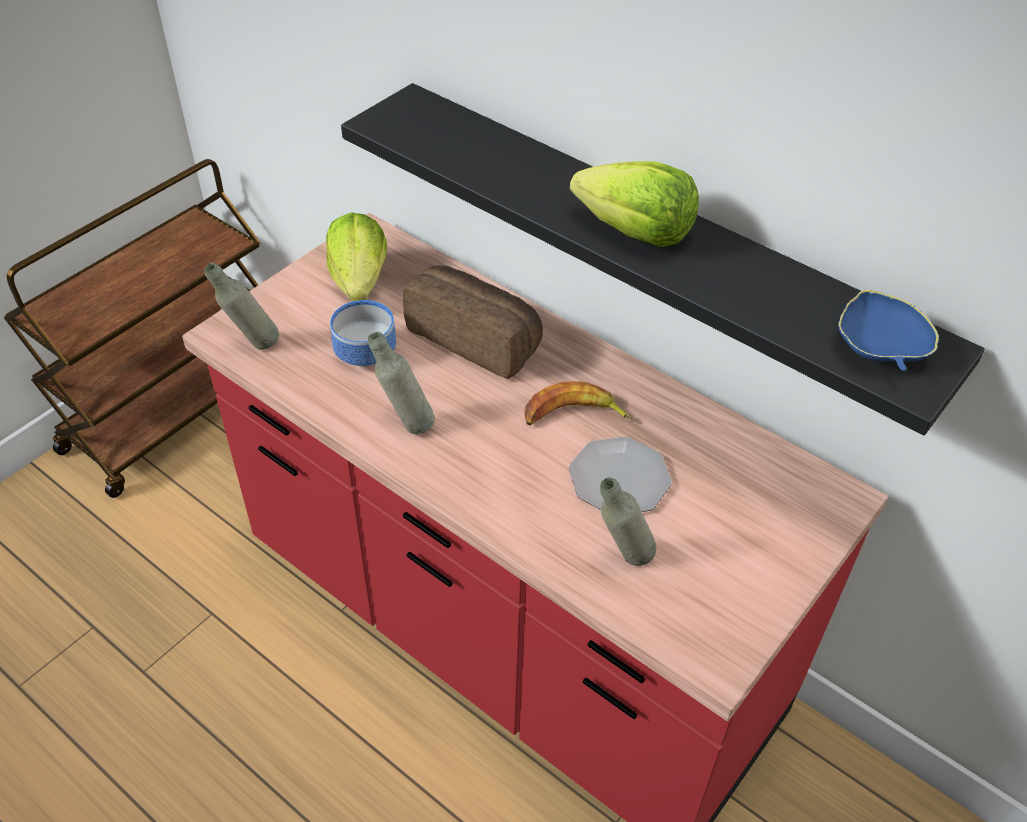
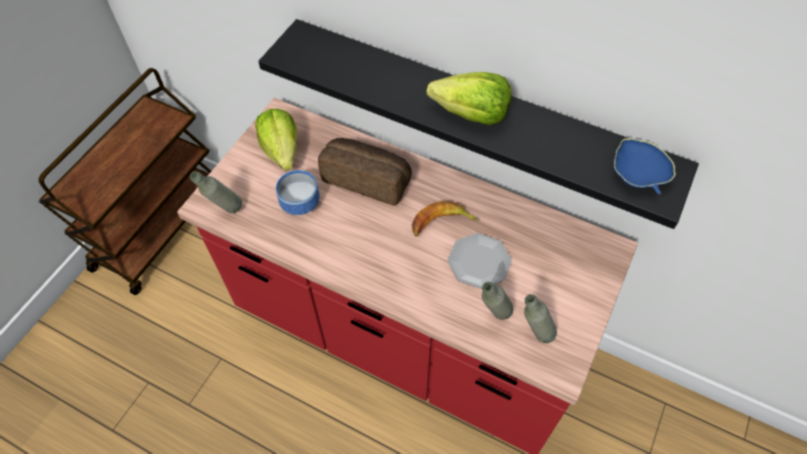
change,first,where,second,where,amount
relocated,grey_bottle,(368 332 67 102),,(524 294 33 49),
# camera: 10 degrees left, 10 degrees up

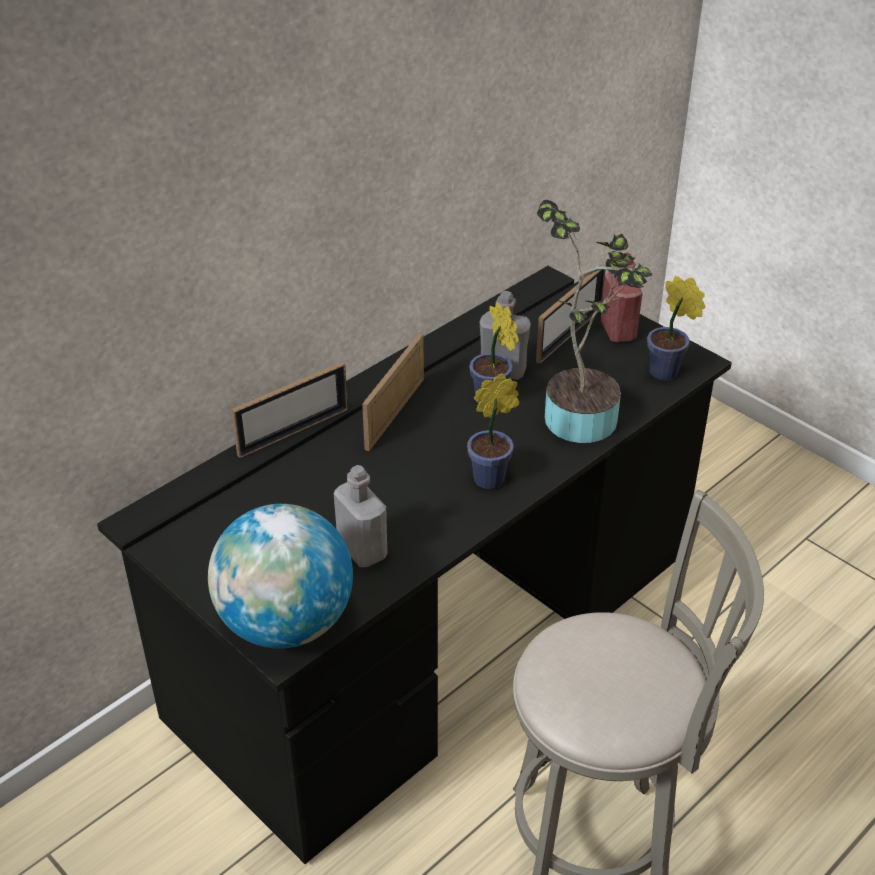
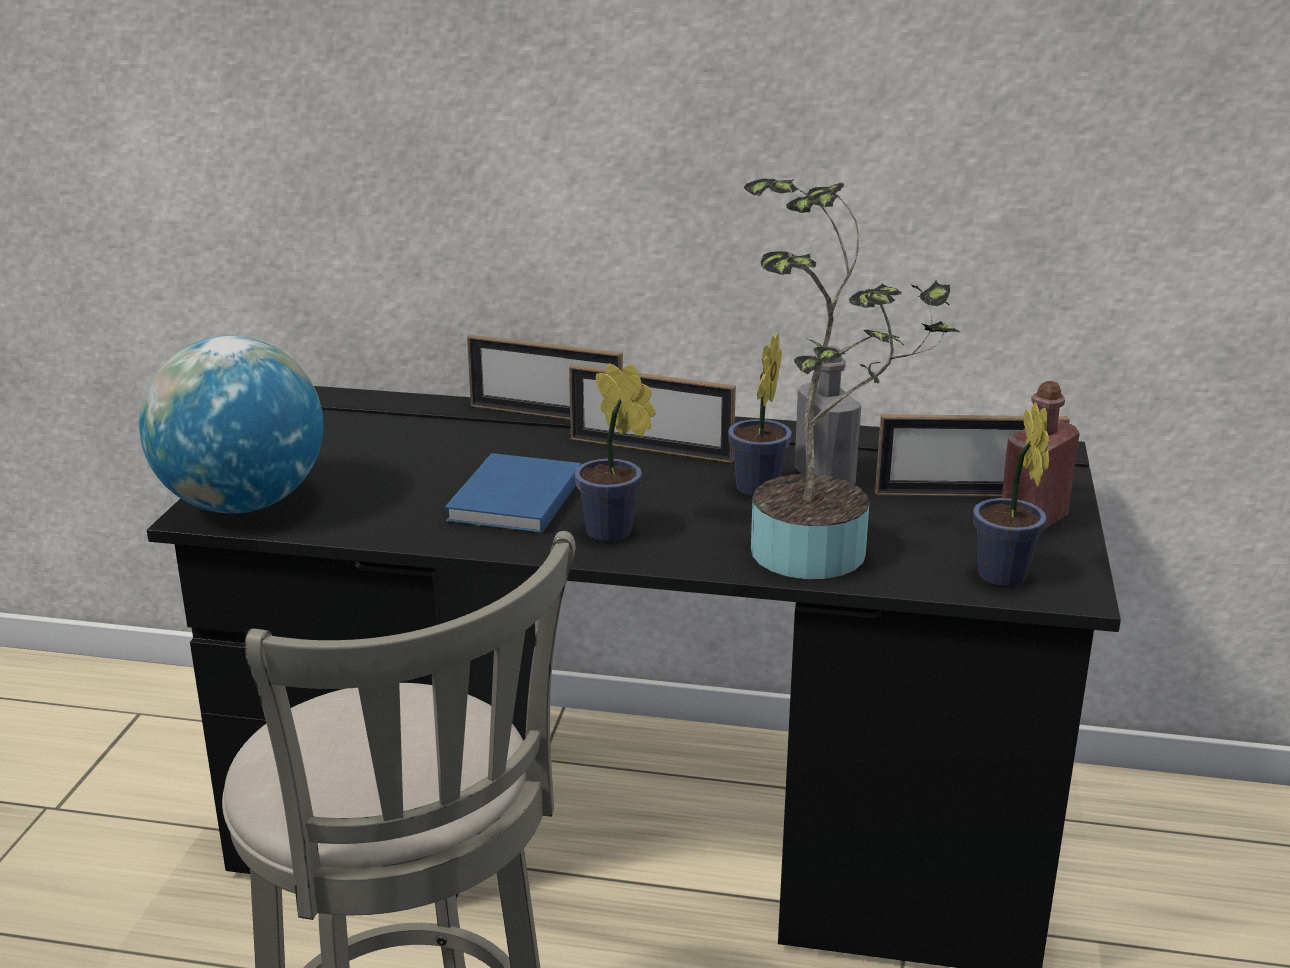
change,first,where,second,where,amount
missing,grey_bottle,(334 465 54 102),,,
appeared,,,blue_book,(445 453 136 81),
spun,picture_frame,(362 333 62 118),,(569 364 167 99),150 degrees counterclockwise
# camera: 55 degrees right, 15 degrees down

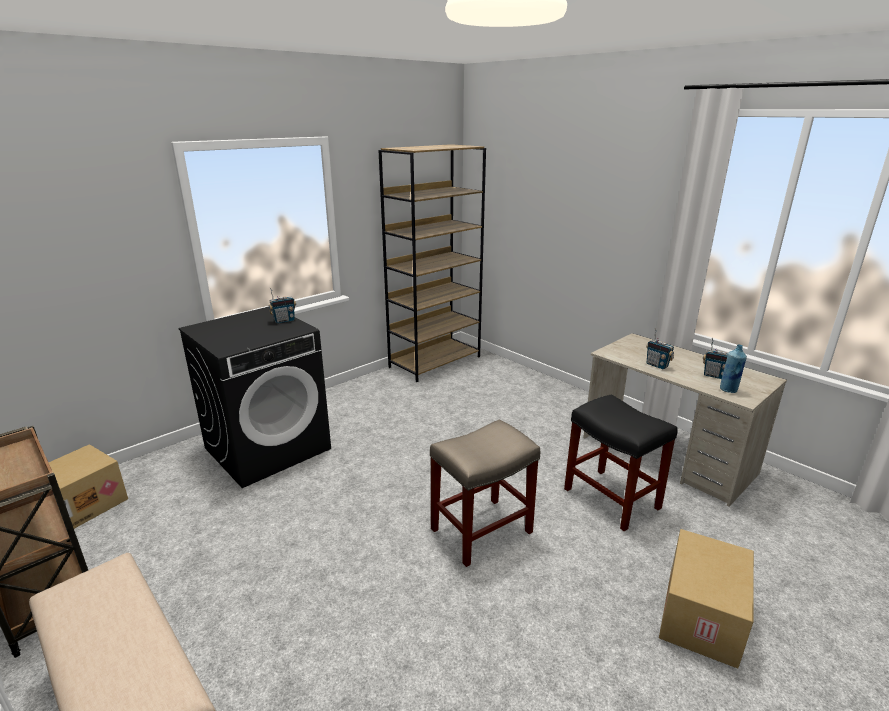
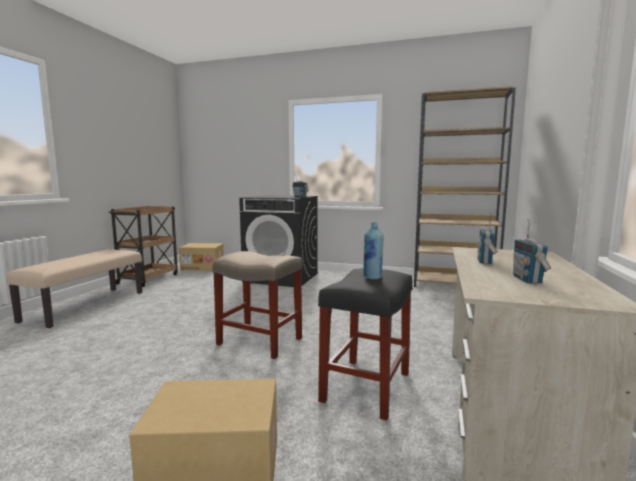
change,first,where,second,where,amount
relocated,blue_bottle,(720 344 27 49),,(363 222 21 58),
# camera: 60 degrees right, 15 degrees down

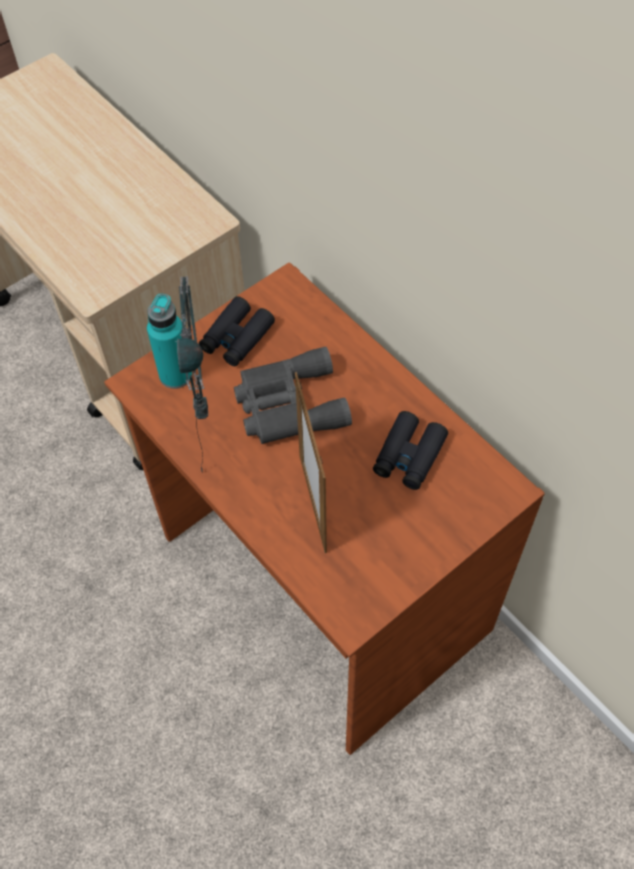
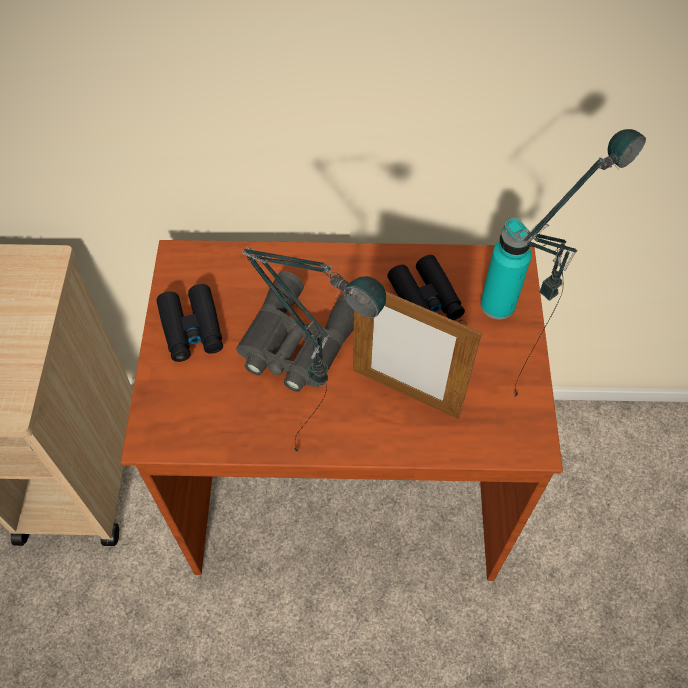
change,first,where,second,where,amount
appeared,,,table_lamp,(514 129 132 269),
relocated,turquoise_bottle,(147 294 45 95),,(480 218 52 102),
# camera: 50 degrees left, 0 degrees up

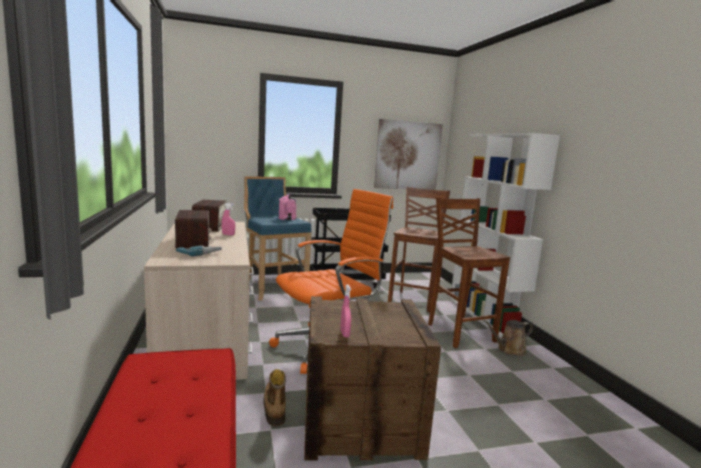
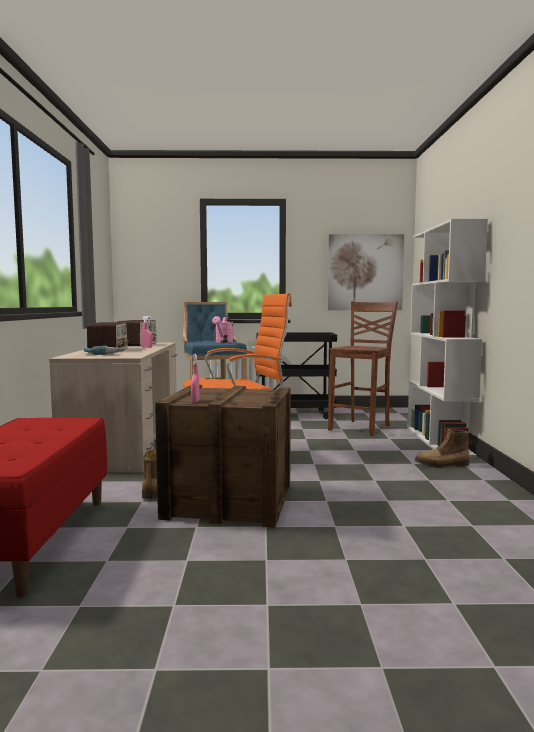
change,first,where,second,where,amount
missing,brown_stool,(428 198 82 150),,,
exchanged,brown_watering_can,(483 320 50 36),boot,(415 429 54 39),
# camera: 15 degrees right, 5 degrees down

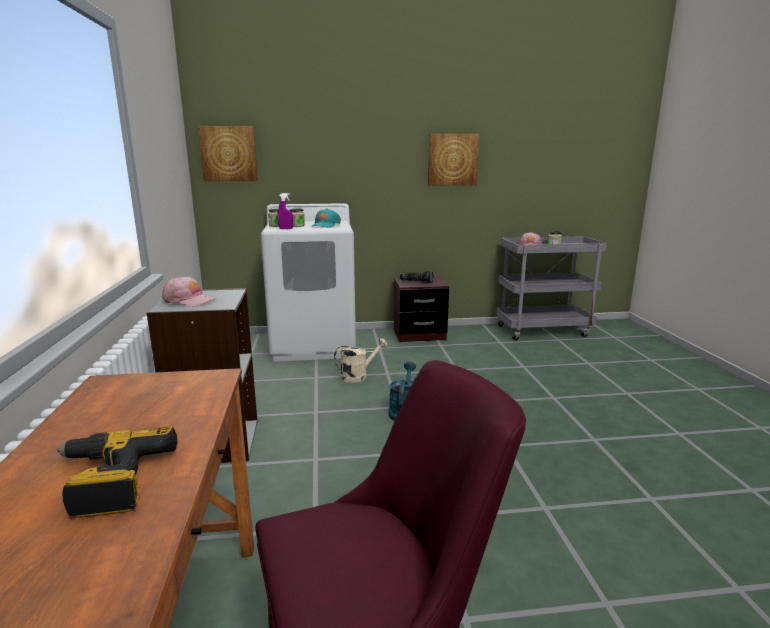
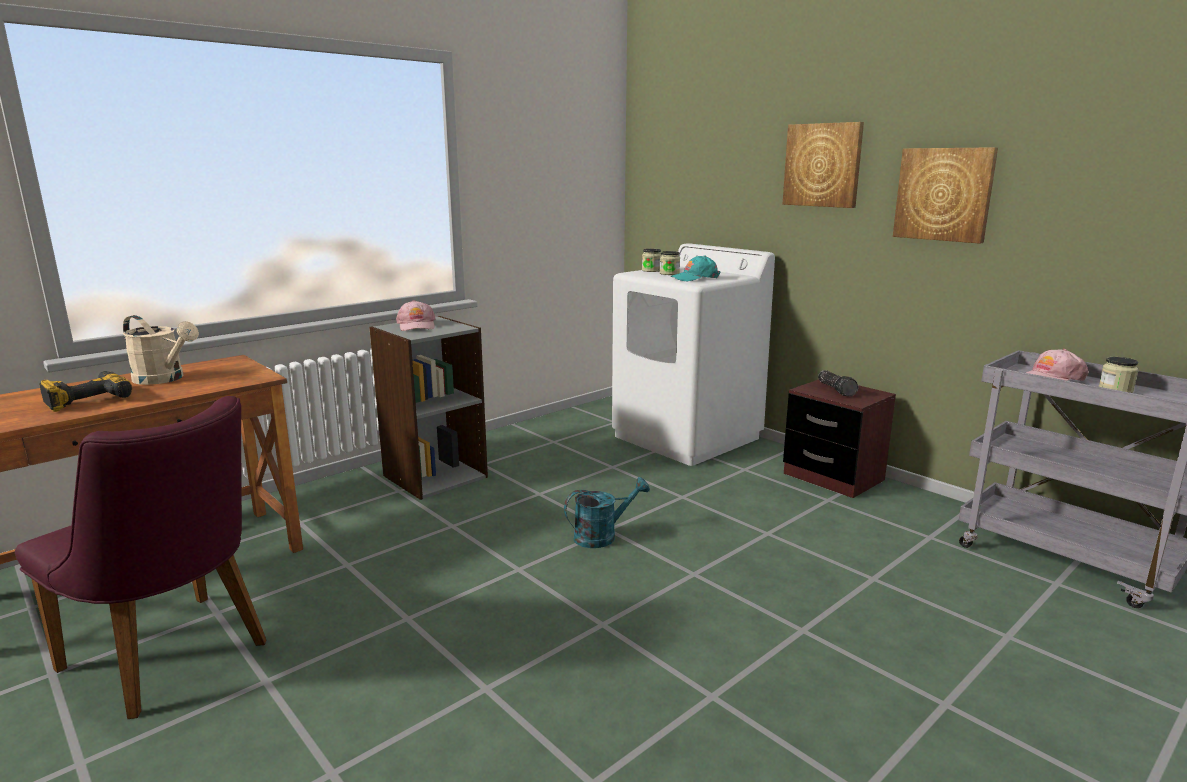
change,first,where,second,where,amount
missing,purple_spray_bottle,(278 193 16 36),,,
relocated,picture,(198 126 60 55),,(783 122 81 86),
relocated,beige_watering_can,(334 338 54 45),,(123 315 76 70),
# camera: 55 degrees right, 0 degrees up

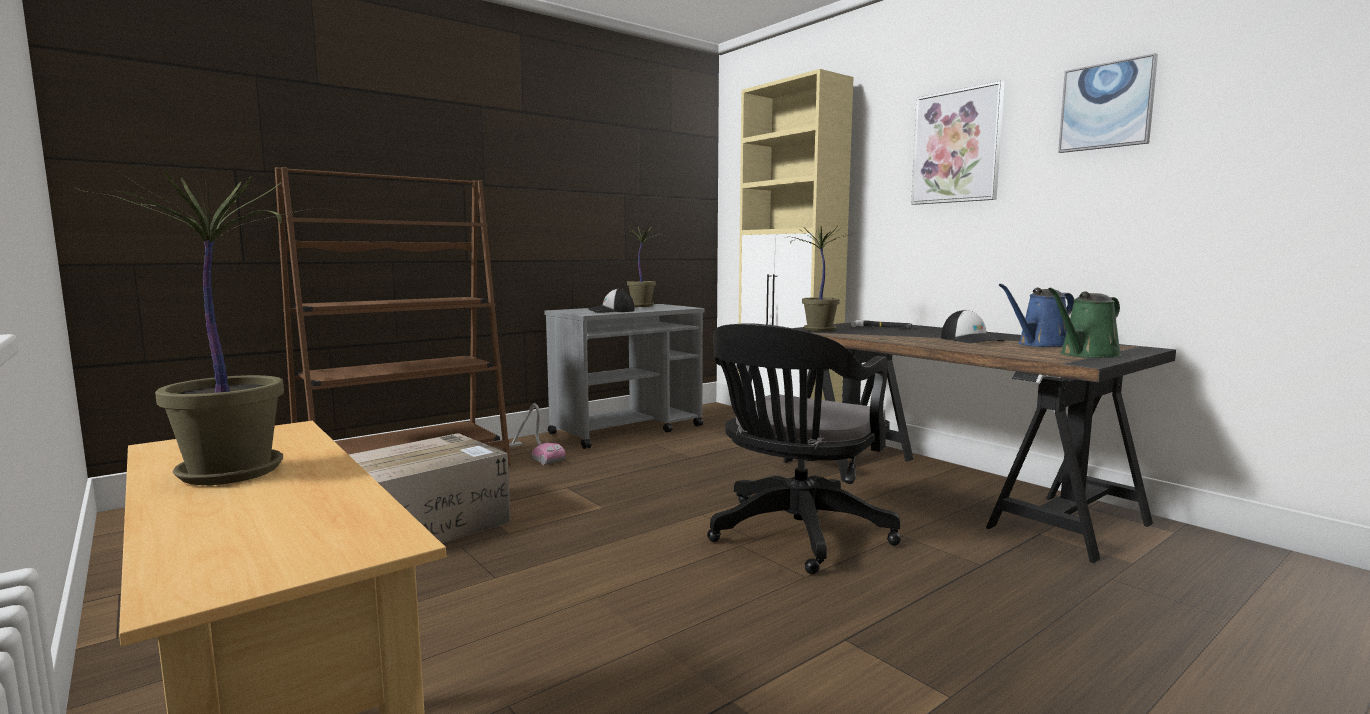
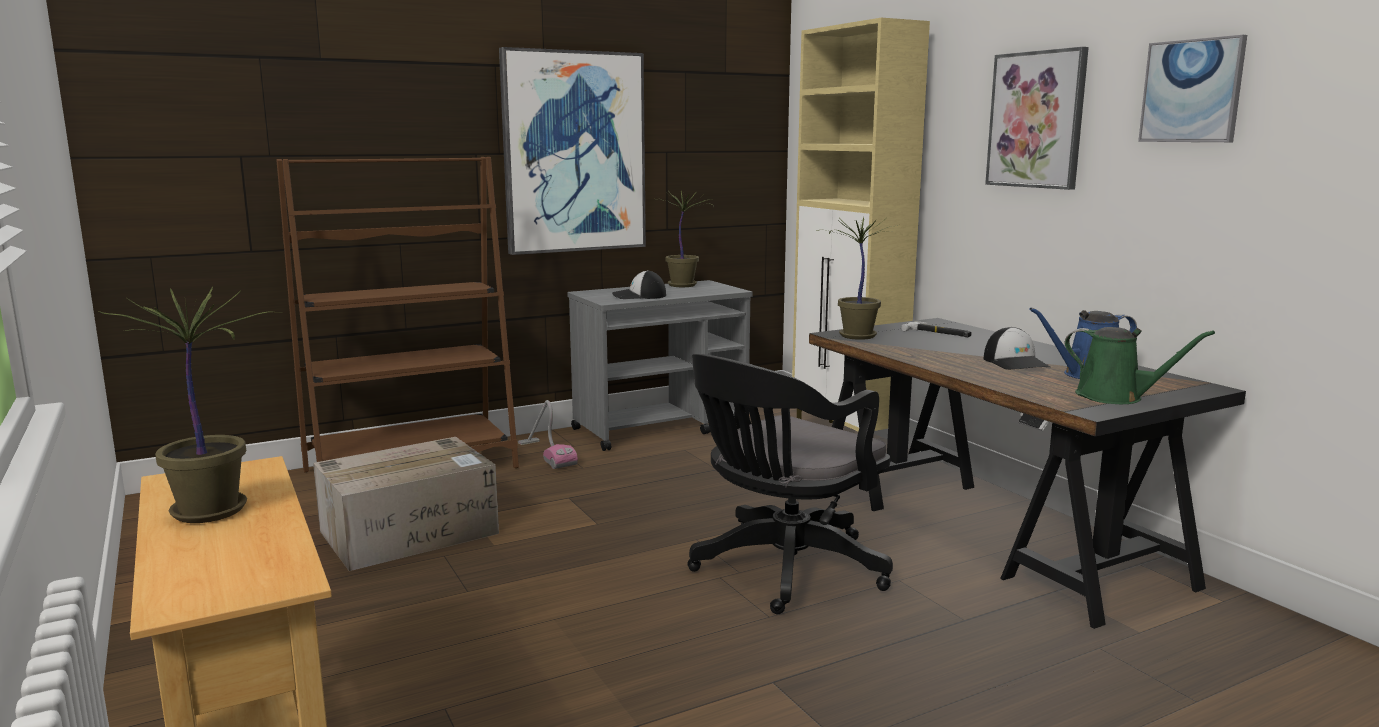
change,first,where,second,where,amount
appeared,,,picture,(499 47 147 208),
spun,green_watering_can,(1048 288 74 70),,(1065 327 150 77),120 degrees counterclockwise
# camera: 10 degrees right, 5 degrees up

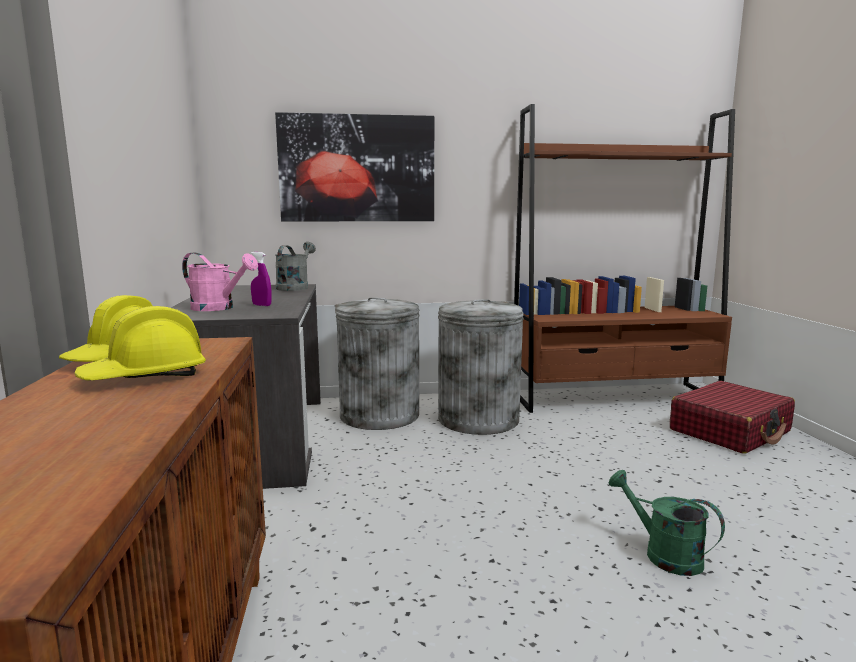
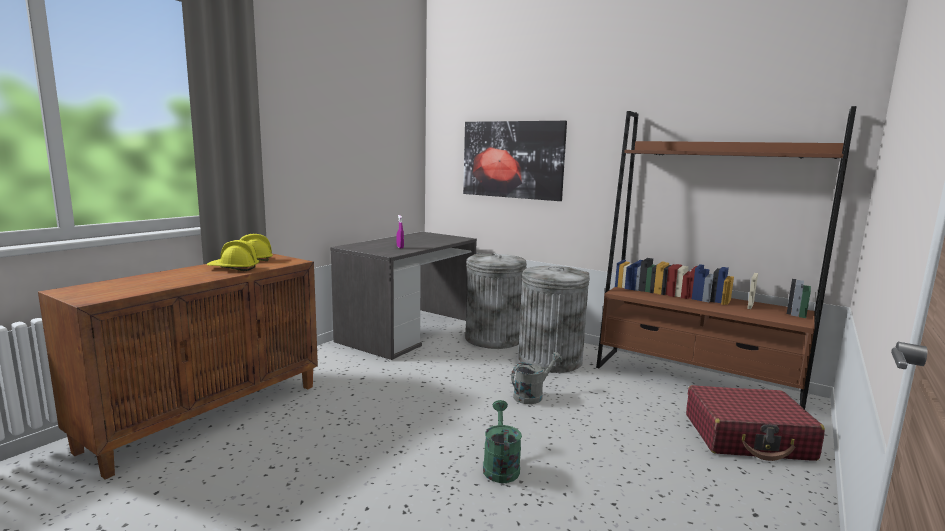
change,first,where,second,where,amount
missing,pink_watering_can,(182 252 76 59),,,
relocated,grey_watering_can,(276 242 40 49),,(511 352 52 52),
# camera: 40 degrees right, 0 degrees up

